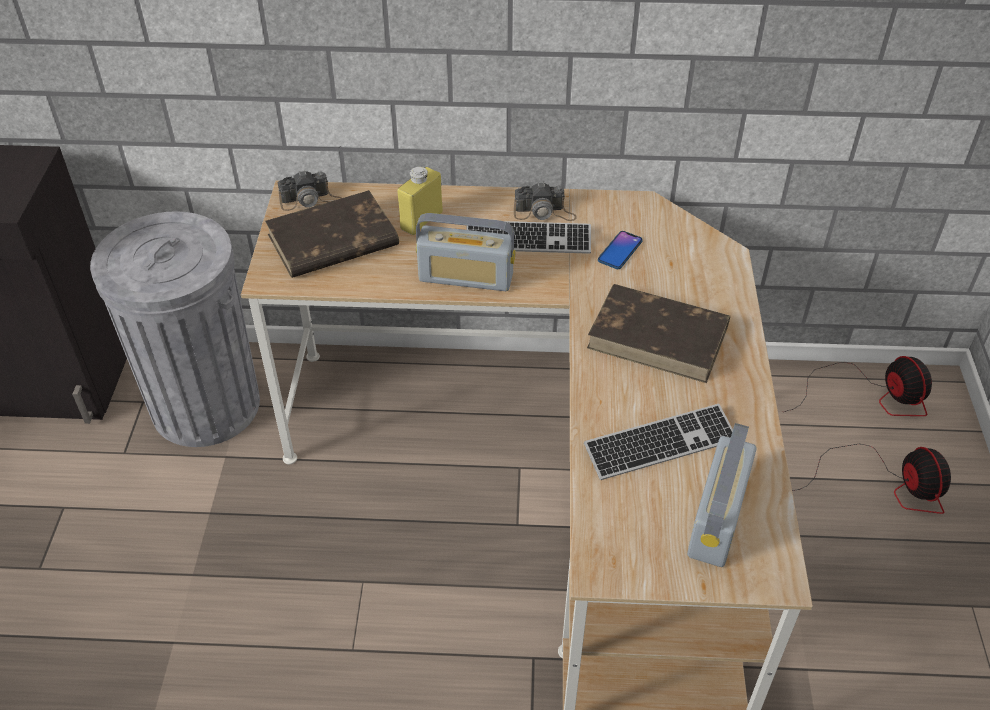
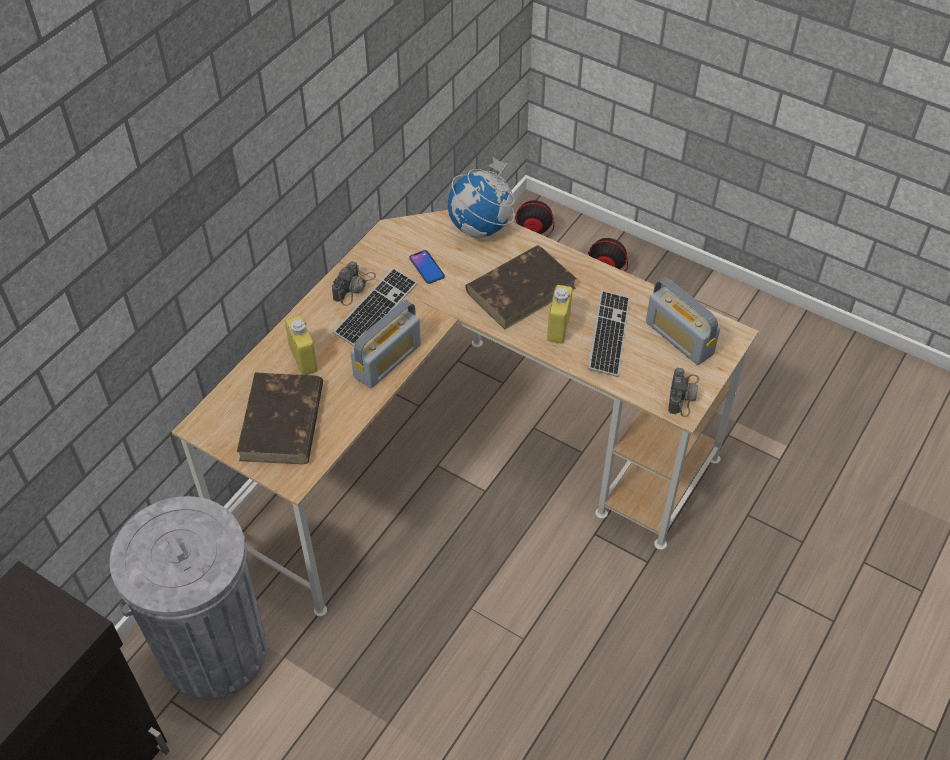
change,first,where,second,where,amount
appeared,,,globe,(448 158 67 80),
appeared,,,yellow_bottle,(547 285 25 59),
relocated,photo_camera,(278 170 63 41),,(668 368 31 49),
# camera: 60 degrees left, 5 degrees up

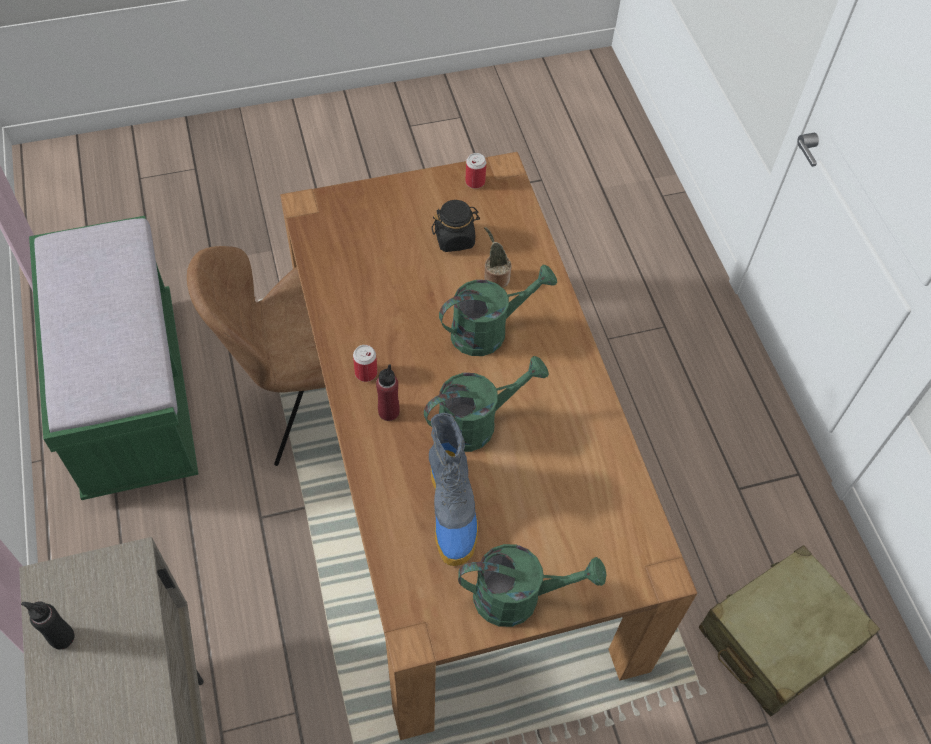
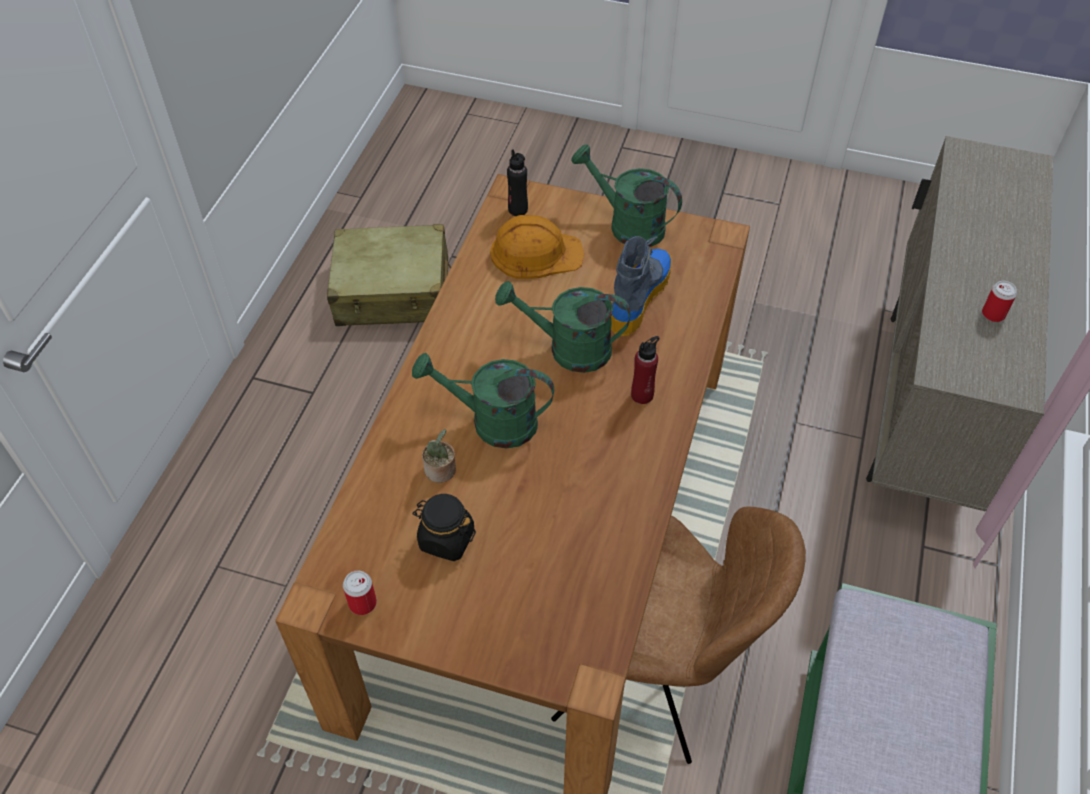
change,first,where,second,where,amount
appeared,,,orange_hard_hat,(490 215 94 64),
relocated,black_bottle,(21 601 54 48),,(507 149 21 67),
relocated,can,(353 345 24 37),,(982 281 35 41),
# camera: 145 degrees left, 5 degrees down

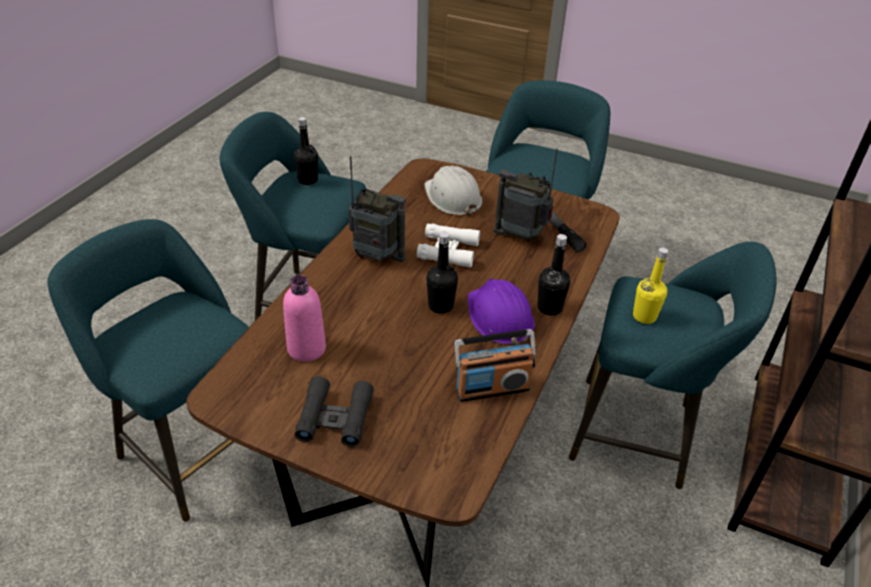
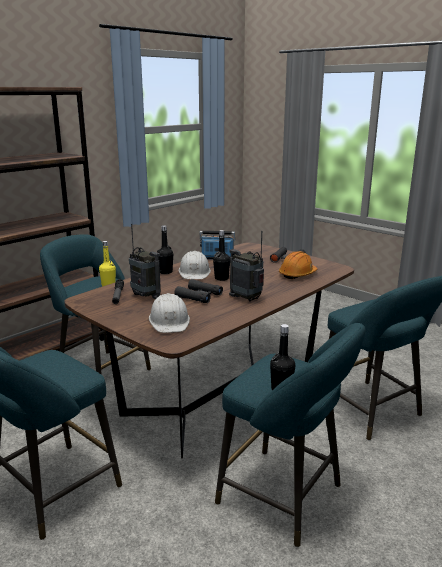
change,first,where,second,where,amount
exchanged,pink_bottle,(283 275 43 87),orange_hard_hat,(279 251 38 28),
colour,white_binoculars,(417 224 63 44),black_binoculars,(175 279 48 24),
colour,purple_hard_hat,(468 279 67 67),white_hard_hat,(179 251 32 28),
# camera: 160 degrees left, 20 degrees down

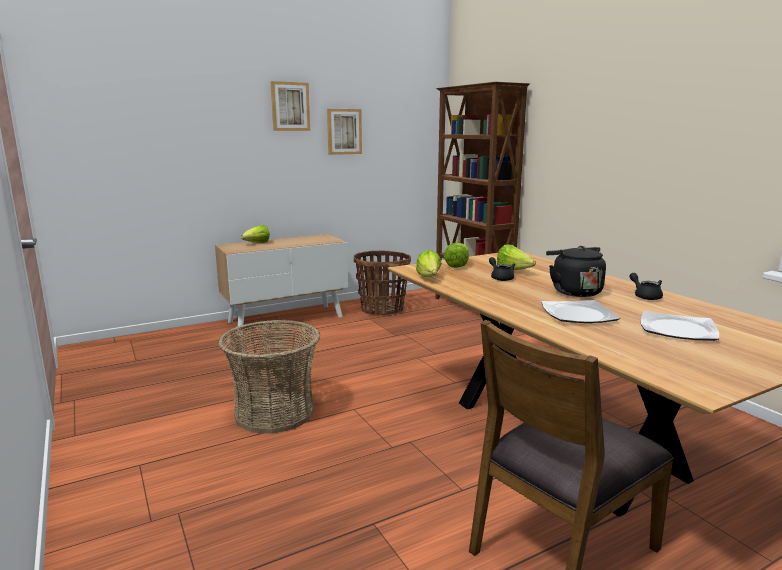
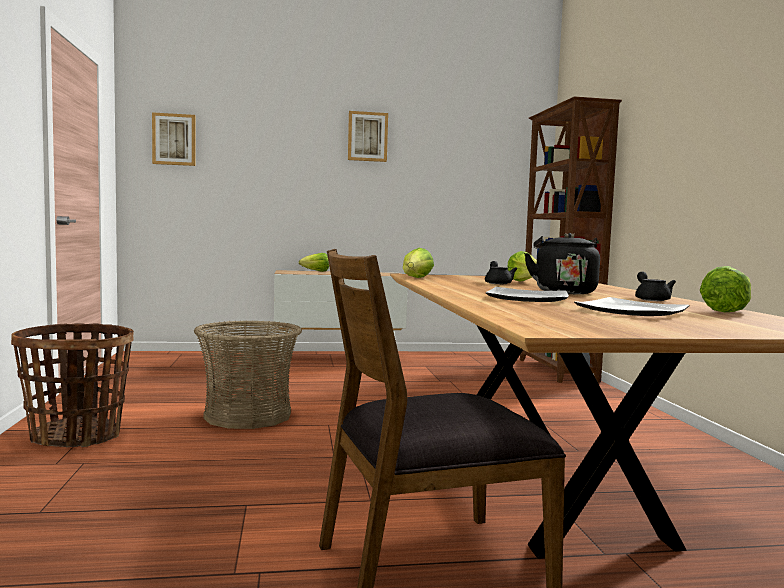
change,first,where,second,where,amount
relocated,picture,(327 109 35 46),,(152 112 43 54),
relocated,basket,(354 250 57 65),,(11 323 123 124),
relocated,lettuce,(444 243 25 25),,(700 266 51 46),
# camera: 20 degrees right, 10 degrees down

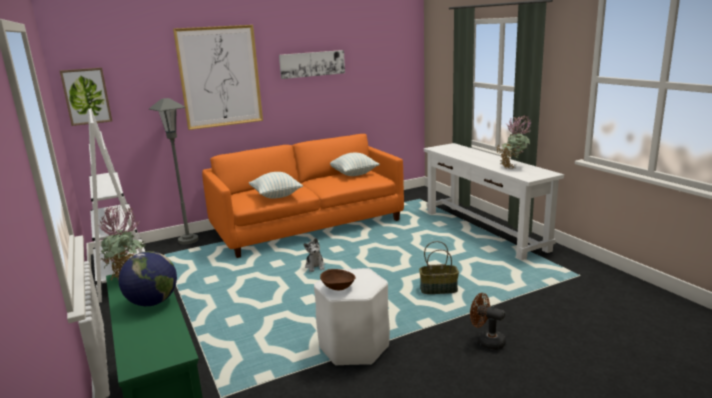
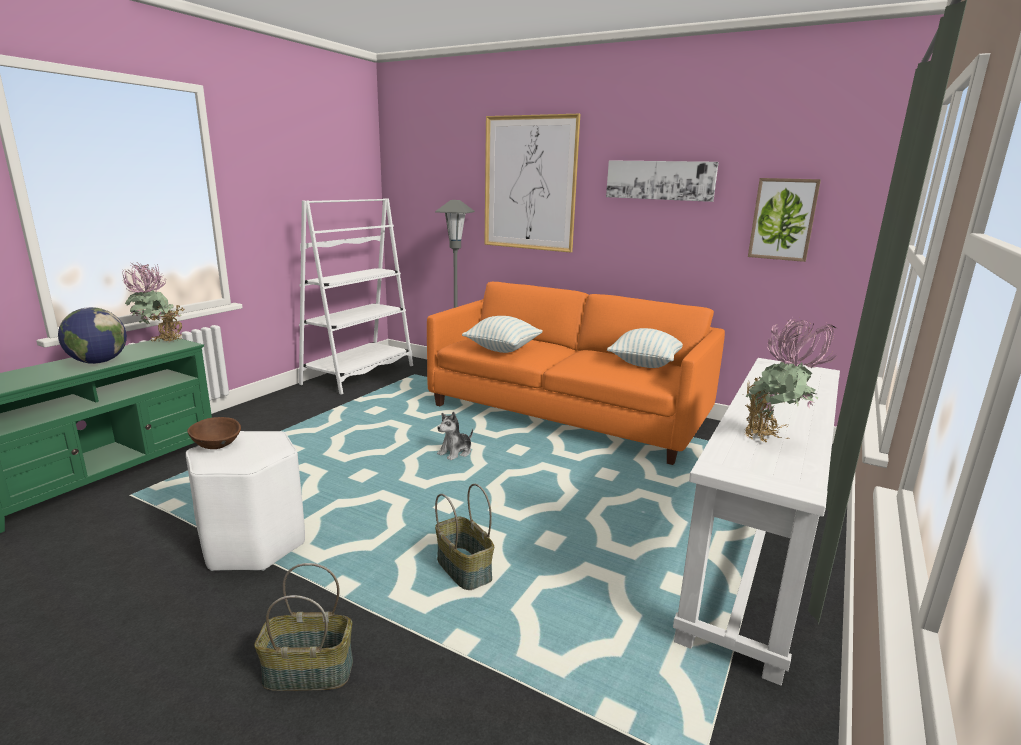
change,first,where,second,where,amount
relocated,picture,(60 67 52 59),,(748 178 73 84),
exchanged,brown_fan,(470 293 36 57),basket,(254 563 99 128),
# camera: 55 degrees right, 0 degrees up

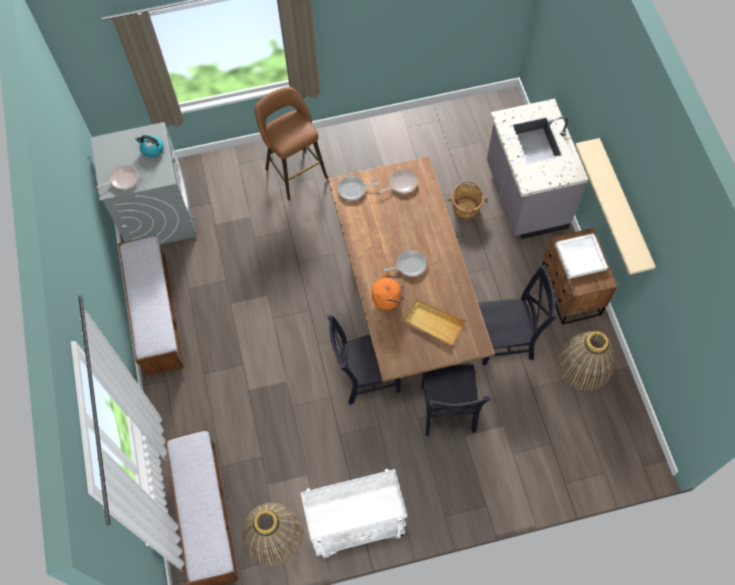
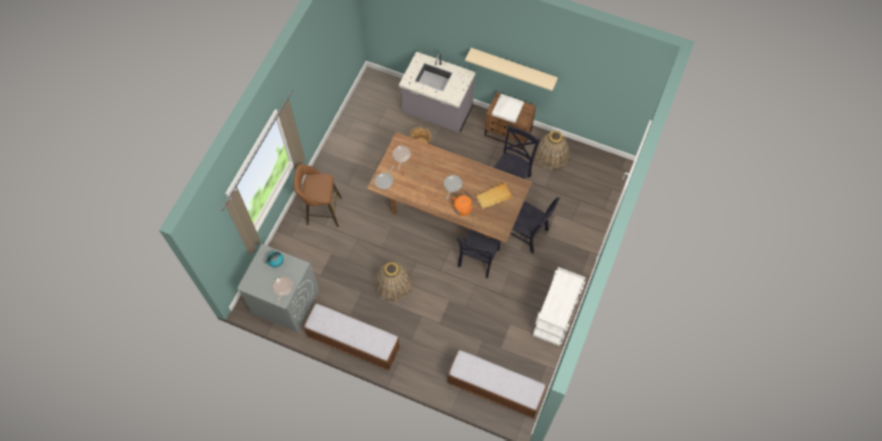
change,first,where,second,where,amount
relocated,basket,(242 503 62 64),,(375 262 37 40),
# camera: 55 degrees left, 0 degrees up

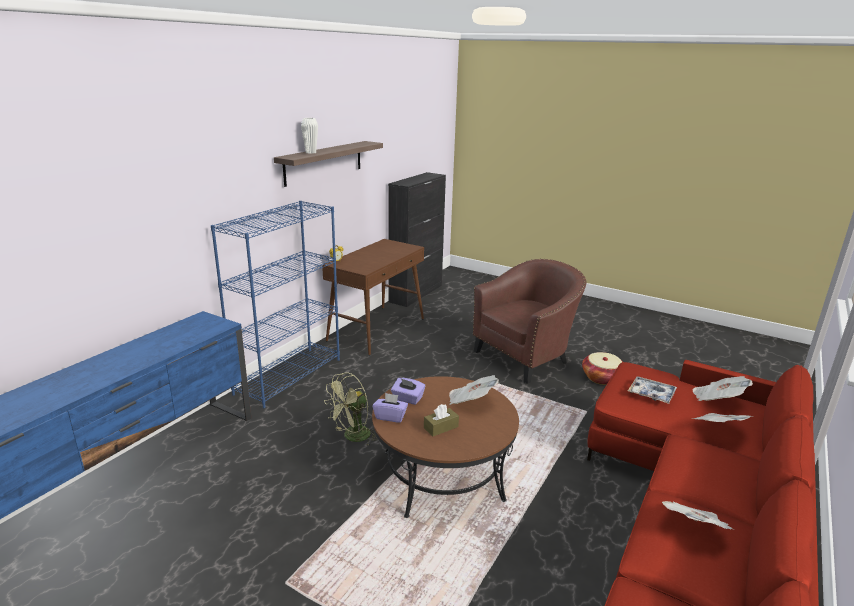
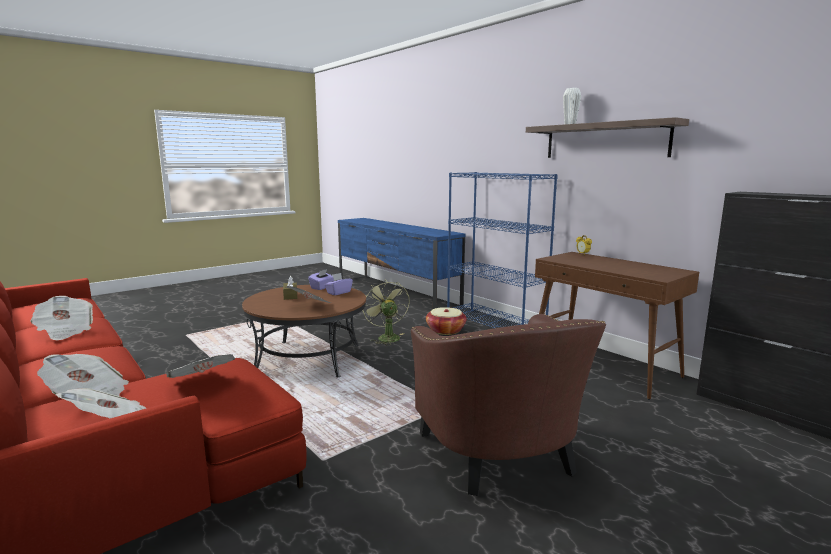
change,first,where,second,where,amount
relocated,basket,(582 352 41 33),,(426 307 40 28),
exchanged,tray,(628 376 49 28),newspaper,(166 354 69 24),
# camera: 110 degrees right, 10 degrees down

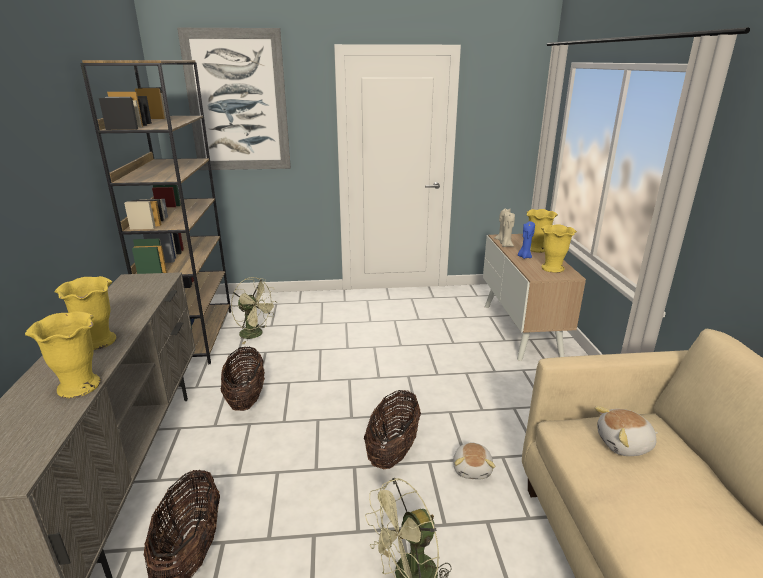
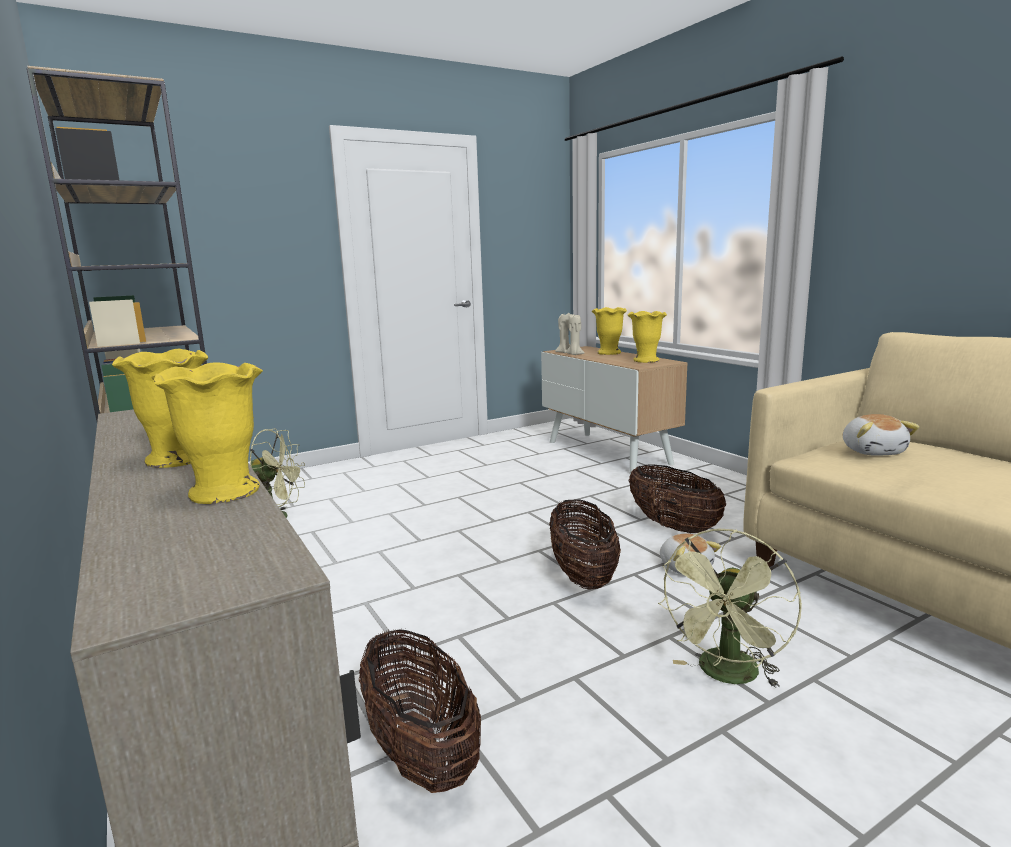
change,first,where,second,where,amount
missing,picture,(177 28 114 142),,,
missing,blue_candle,(518 221 17 38),,,
relocated,basket,(221 347 44 64),,(629 464 97 70),
spun,plush_toy,(595 406 63 50),,(843 414 76 42),60 degrees counterclockwise
# camera: 25 degrees left, 10 degrees down

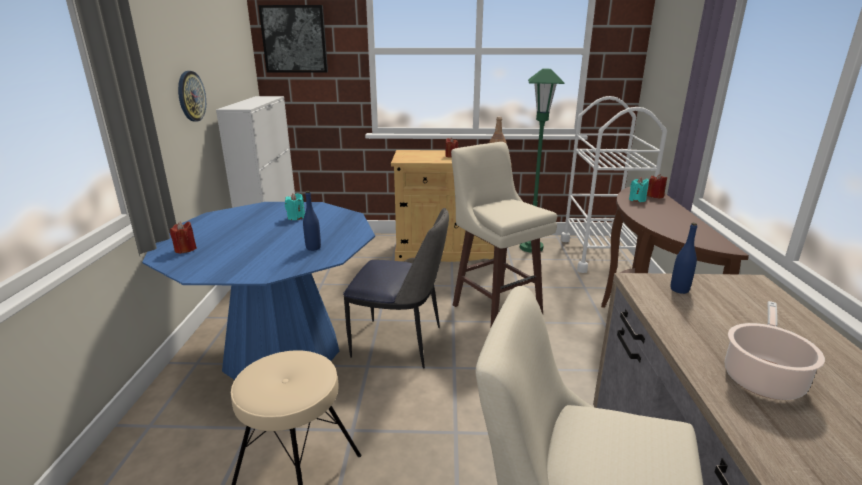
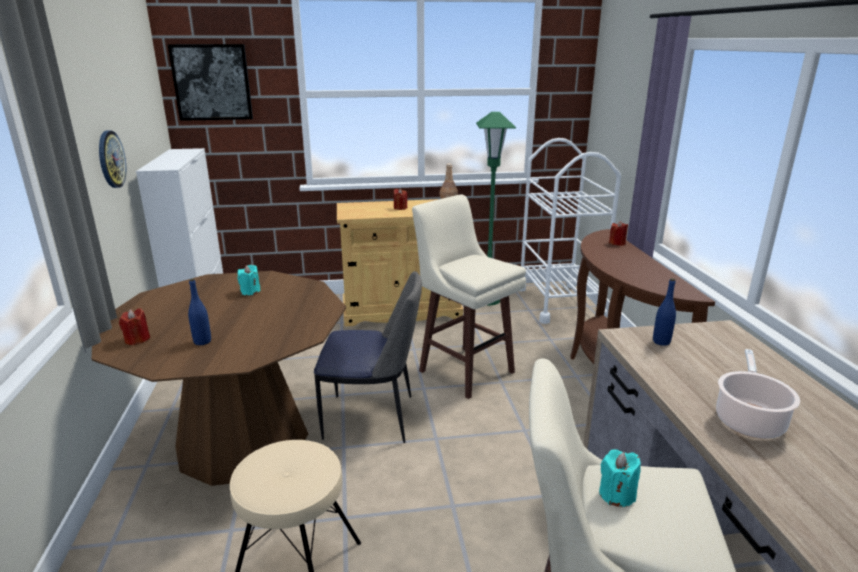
change,first,where,second,where,amount
relocated,blue_bottle,(303 191 18 60),,(188 278 23 67),
relocated,turquoise_candle,(629 177 20 25),,(599 449 42 58),
colour,blue_dining_table,(142 202 233 178),brown_dining_table,(92 271 254 215),
# camera: 10 degrees left, 0 degrees up

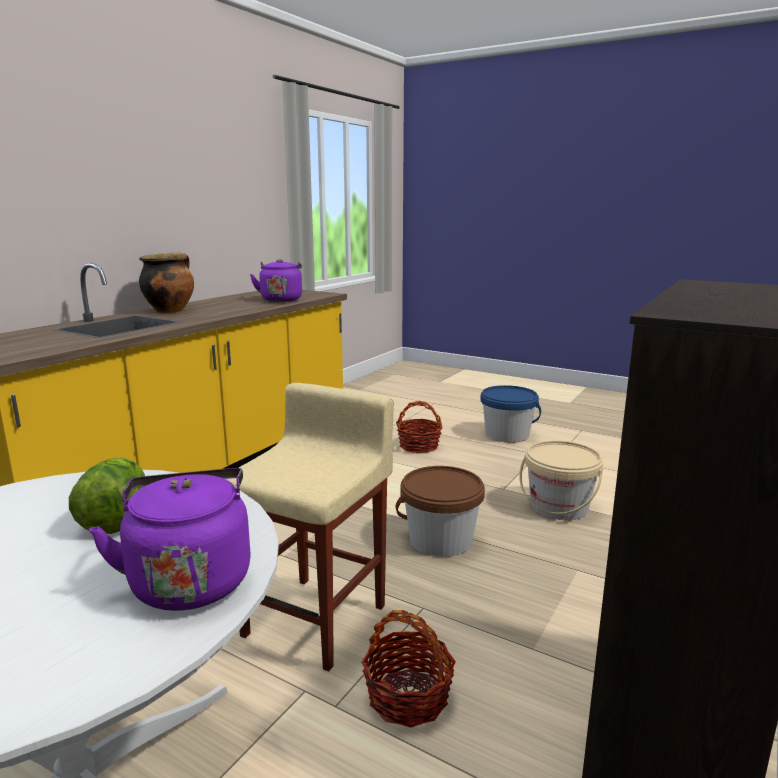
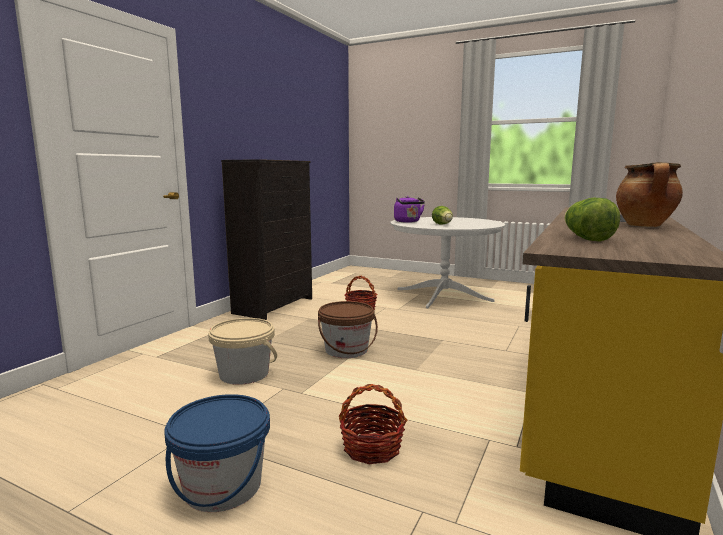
change,first,where,second,where,amount
missing,beige_stool,(226 383 168 289),,,
exchanged,purple_kettle,(250 259 52 43),lettuce,(564 198 57 44),
# camera: 175 degrees right, 5 degrees down

